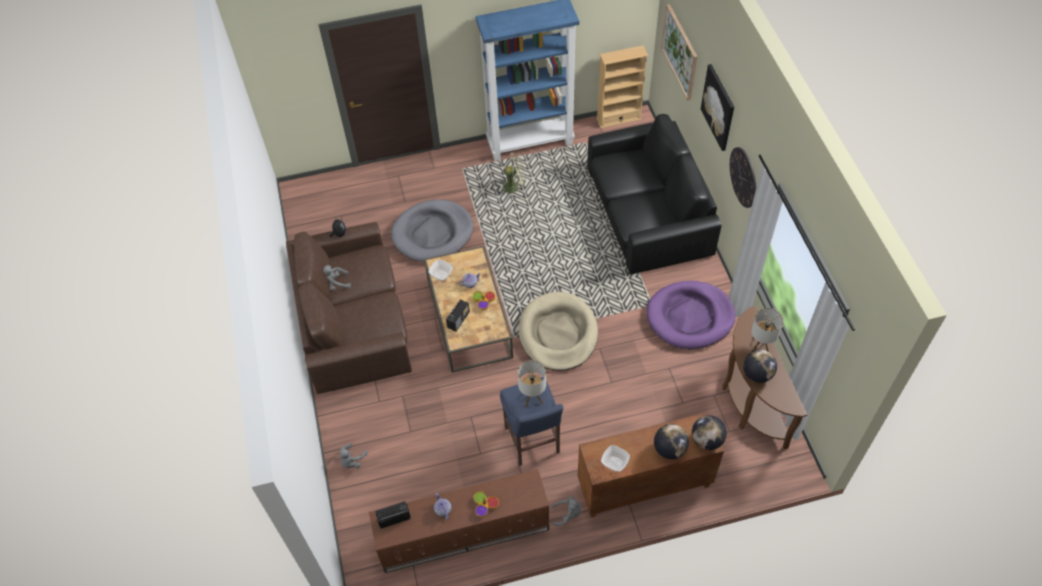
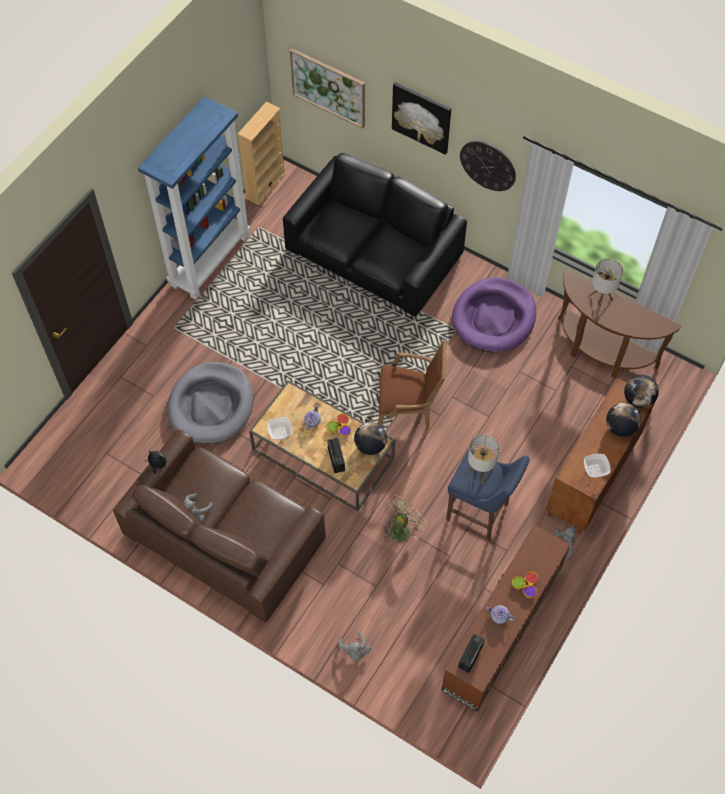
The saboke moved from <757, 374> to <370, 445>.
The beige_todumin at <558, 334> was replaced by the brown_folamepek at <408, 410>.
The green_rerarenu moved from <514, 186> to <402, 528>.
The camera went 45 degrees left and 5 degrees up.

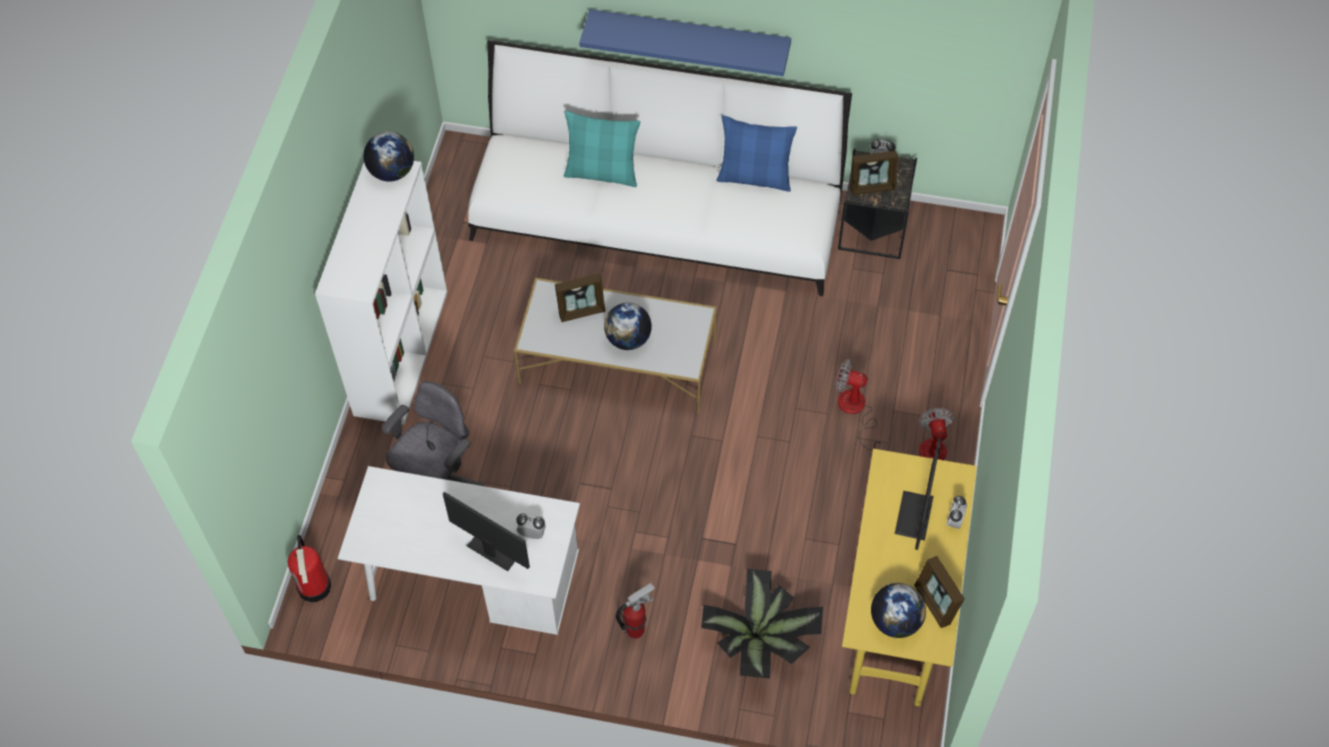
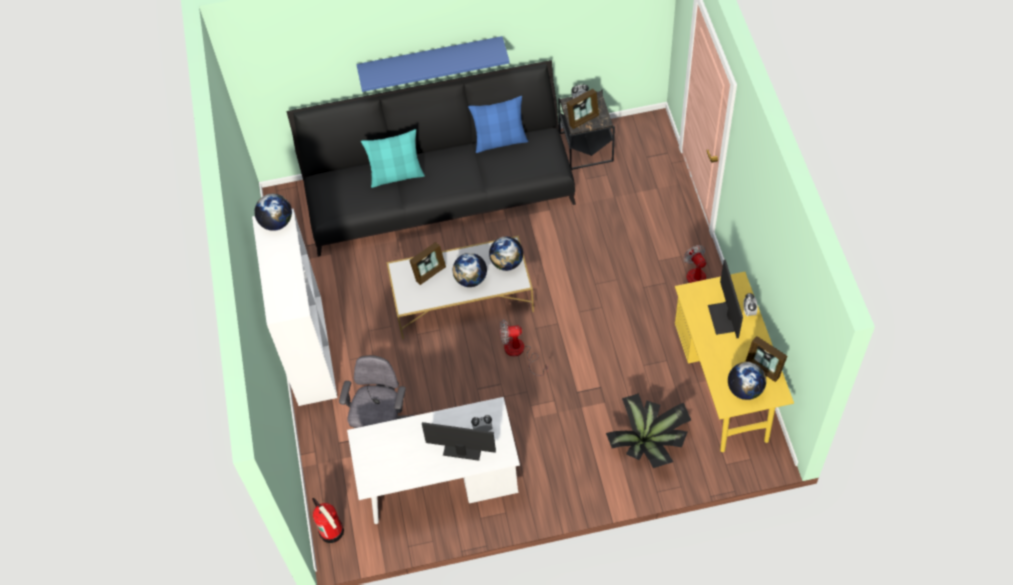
The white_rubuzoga at <657, 218> became the black_rubuzoga at <439, 193>.
The saboke at <507, 262> appeared.
The rerarenu moved from <855, 411> to <519, 352>.
The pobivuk at <636, 630> disappeared.
The camera went 20 degrees left and 0 degrees up.

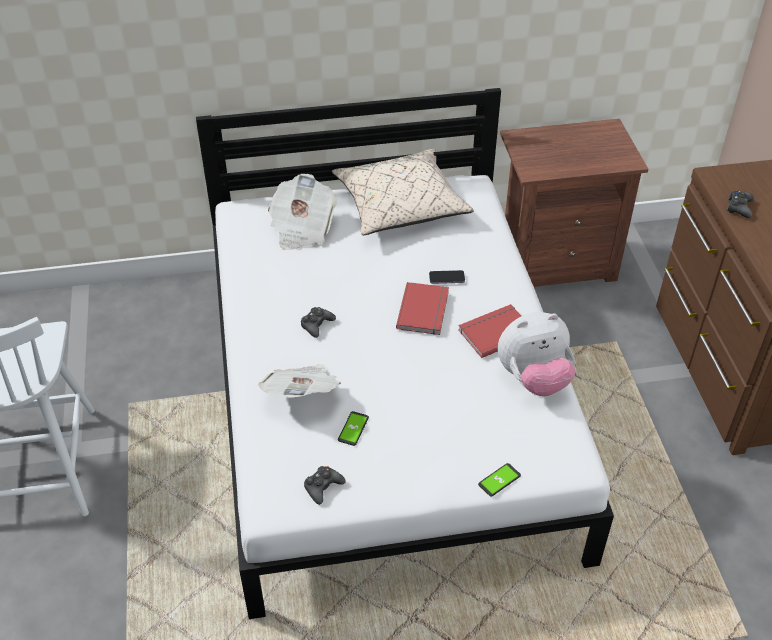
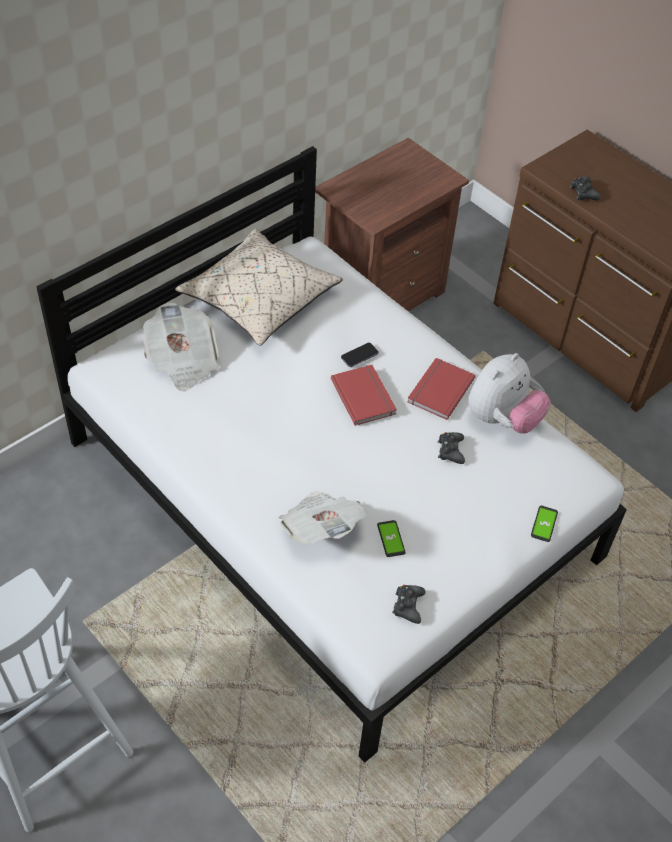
The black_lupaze moved from <317, 325> to <450, 450>.
The camera went 35 degrees left and 5 degrees up.

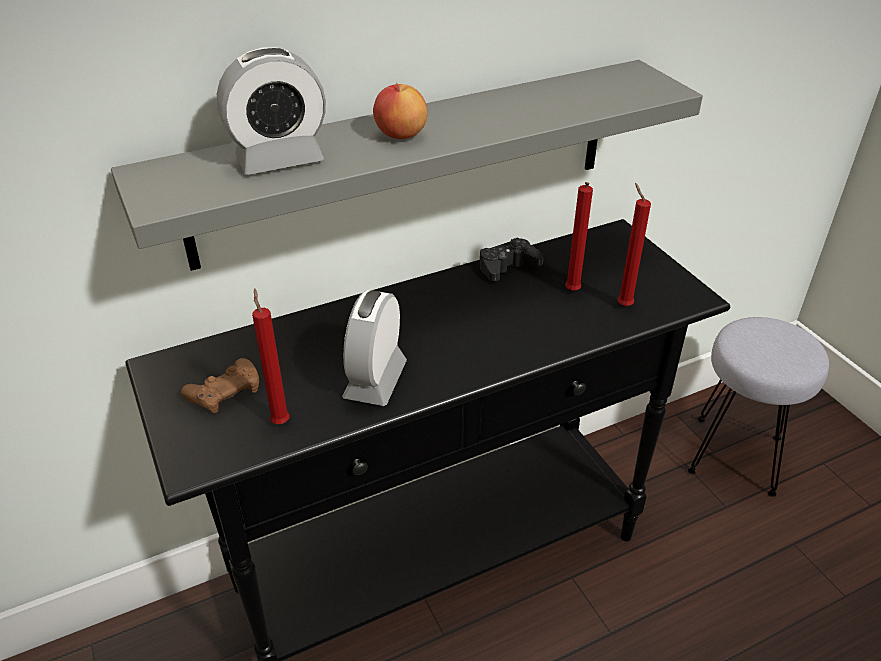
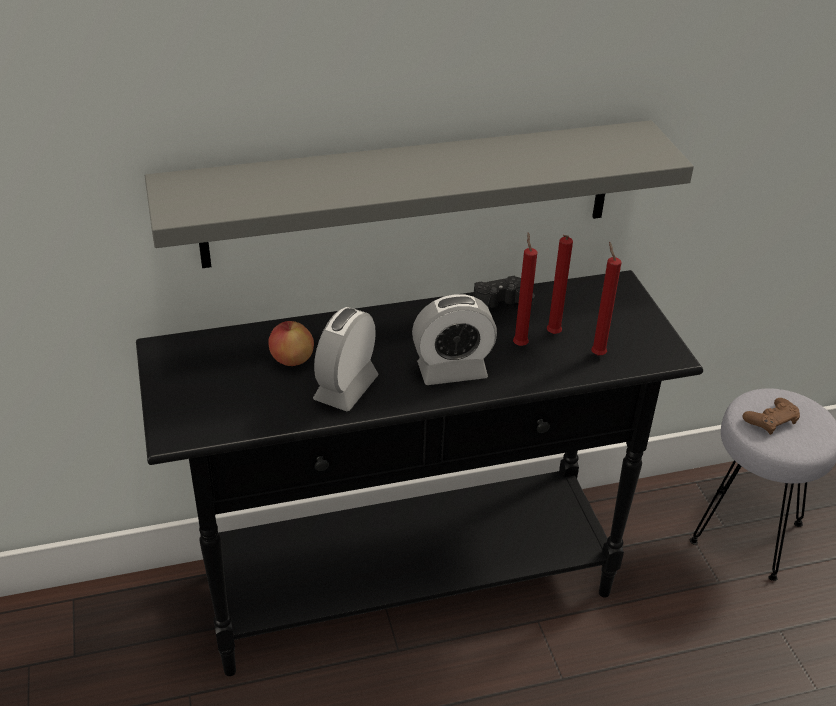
The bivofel moved from <400, 135> to <291, 360>.
The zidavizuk moved from <279, 160> to <452, 371>.
The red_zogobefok moved from <280, 420> to <519, 344>.
The brown_lupaze moved from <225, 392> to <771, 420>.
The camera went 10 degrees right and 0 degrees up.

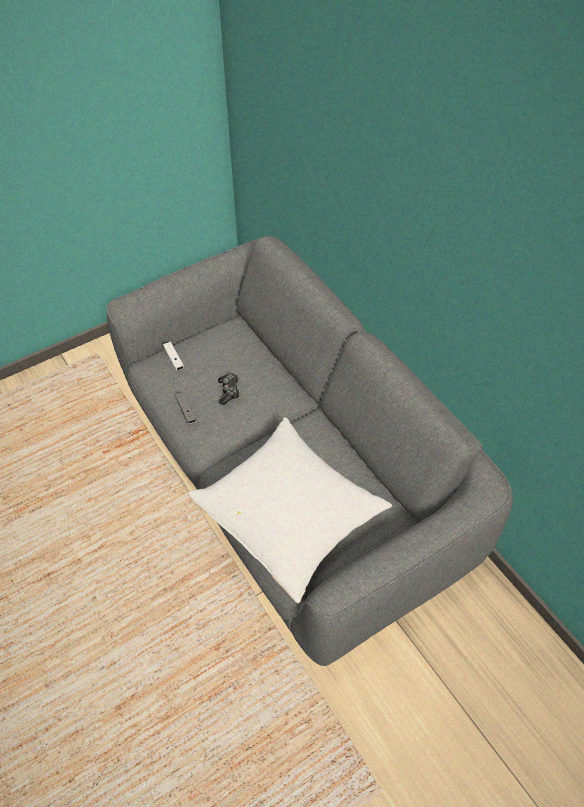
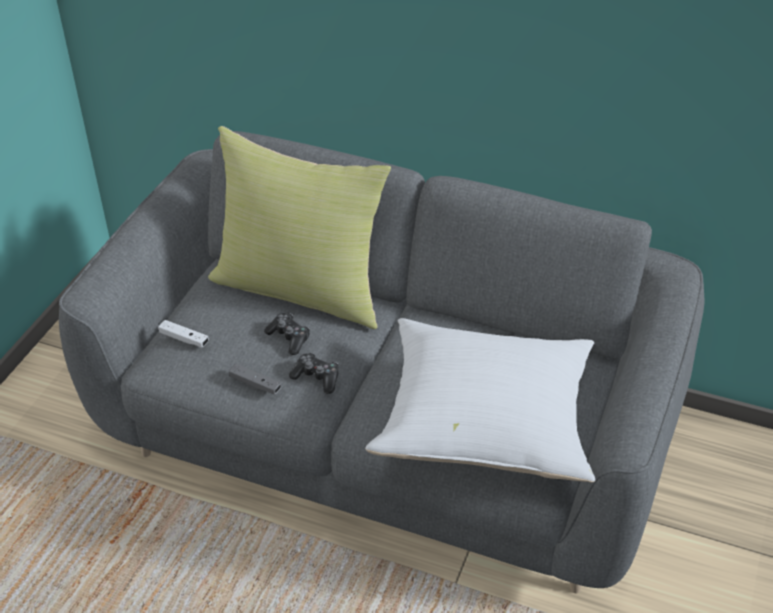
The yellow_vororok at <302, 288> appeared.
The lupaze at <317, 377> appeared.
The camera went 35 degrees left and 10 degrees down.

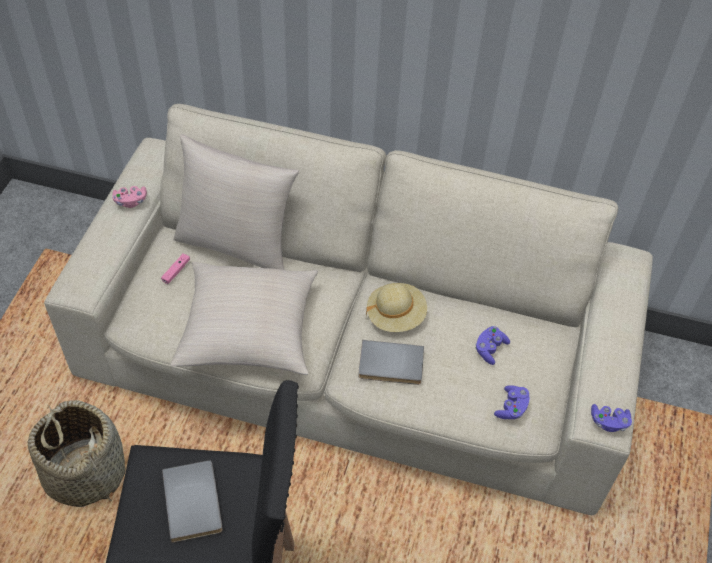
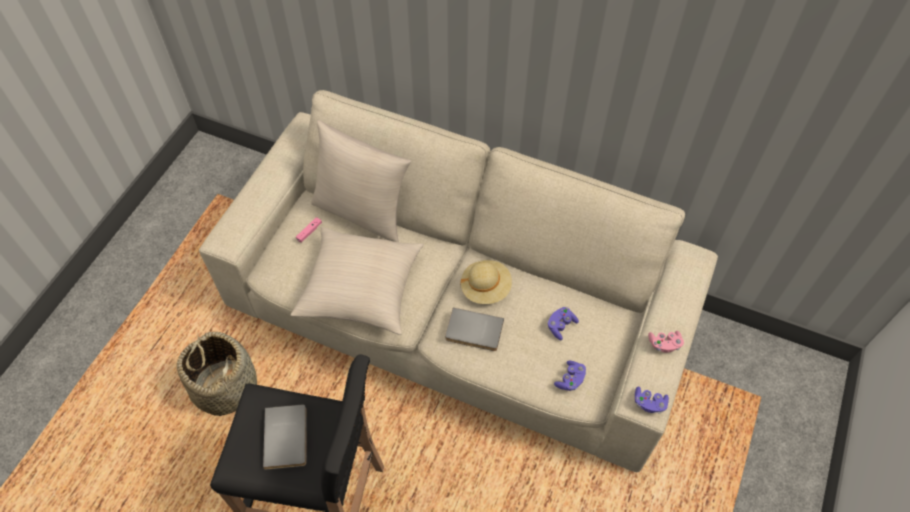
The pink_lupaze moved from <130, 201> to <664, 344>.
The camera went 10 degrees right and 5 degrees up.

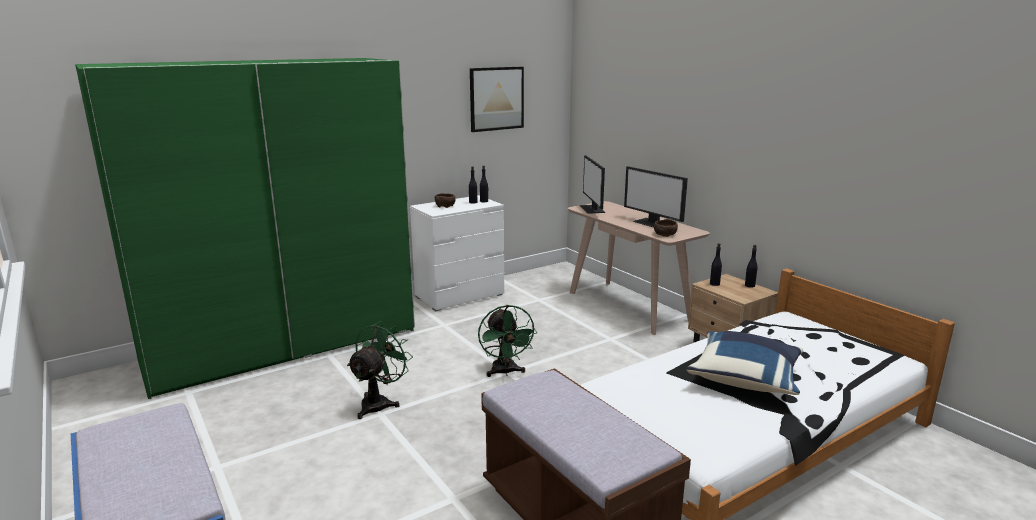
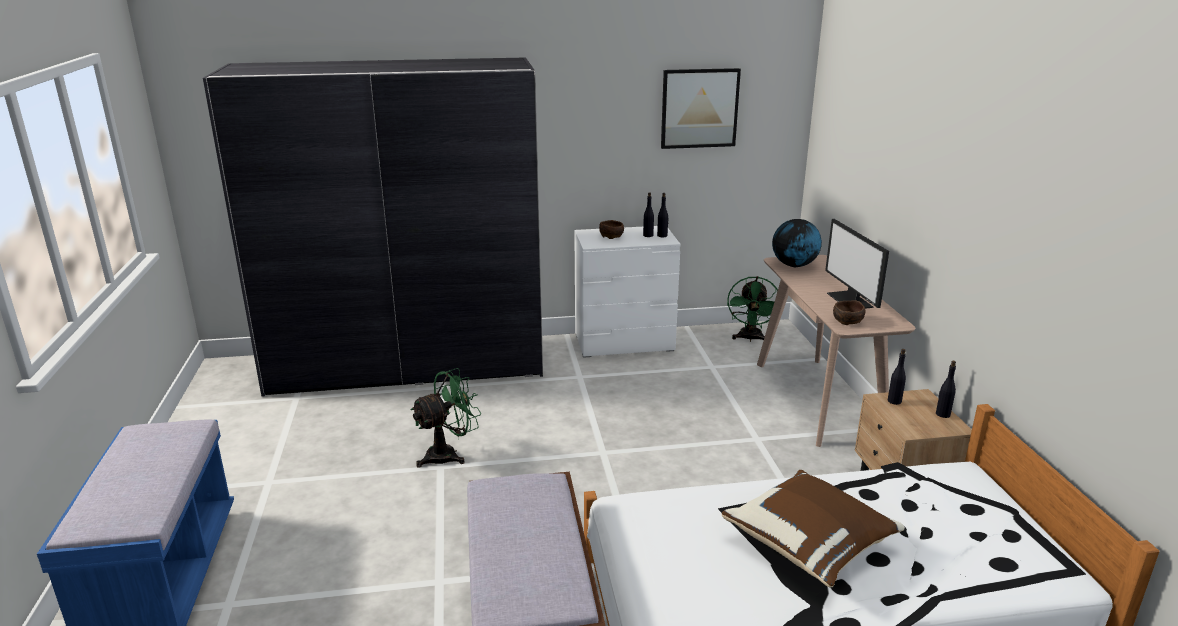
The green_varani at <283, 345> became the grey_varani at <408, 365>.
The blue_vororok at <745, 379> became the brown_vororok at <810, 544>.
The green_rerarenu moved from <505, 372> to <750, 339>.
The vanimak at <593, 209> was replaced by the saboke at <794, 265>.
The camera went 25 degrees right and 5 degrees up.

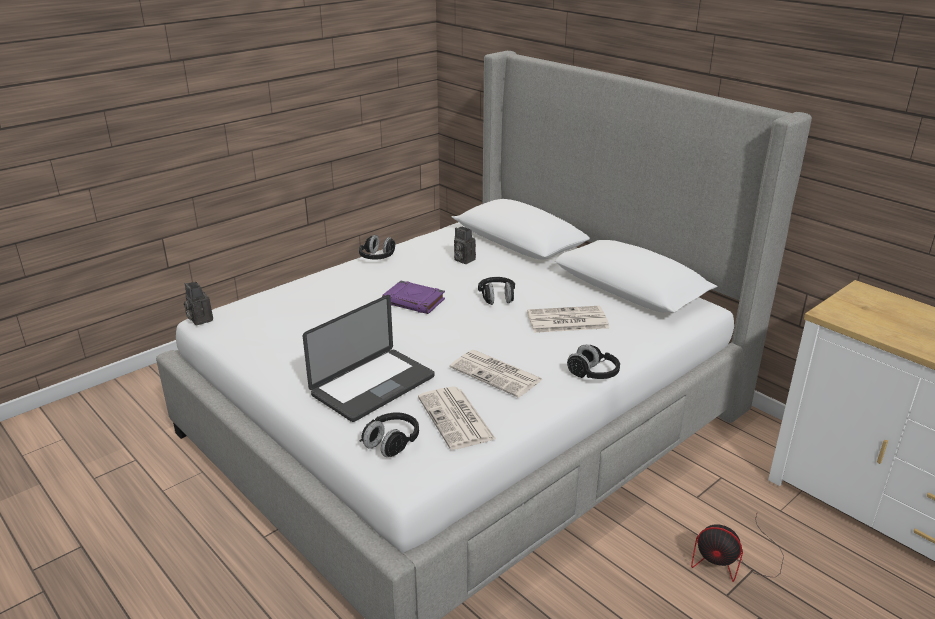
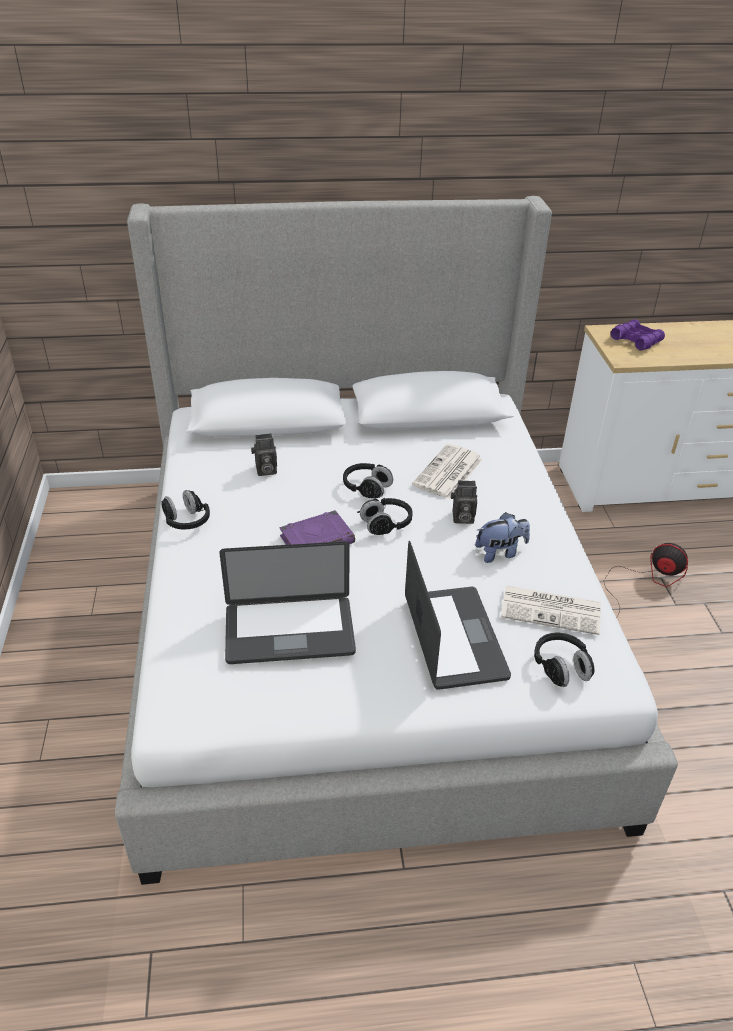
The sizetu at <289, 631> appeared.
The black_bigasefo moved from <593, 374> to <386, 524>.
The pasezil moved from <199, 319> to <461, 518>.
The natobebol at <497, 374> was replaced by the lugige at <500, 552>.
The rerarenu at <733, 561> turned 120 degrees counterclockwise.
The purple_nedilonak at <636, 340> appeared.
The camera went 55 degrees left and 10 degrees up.

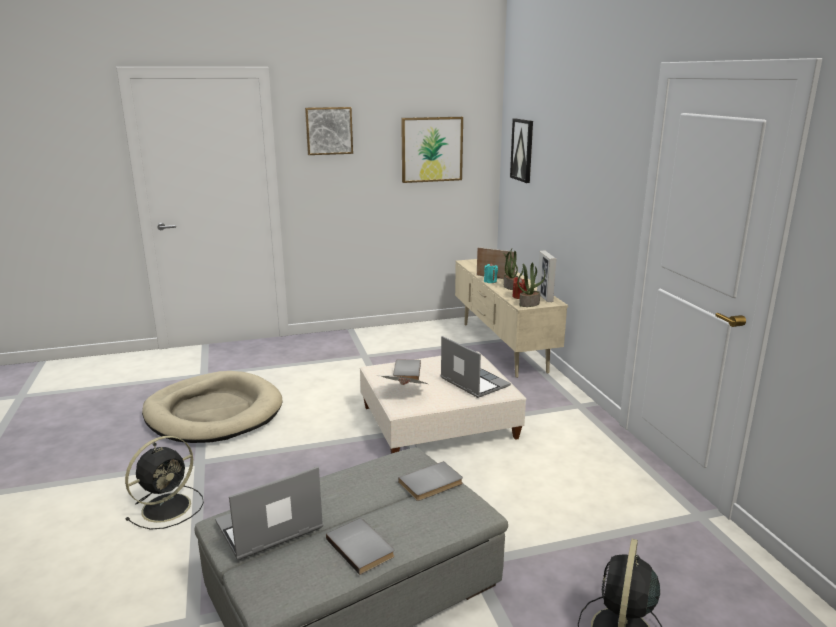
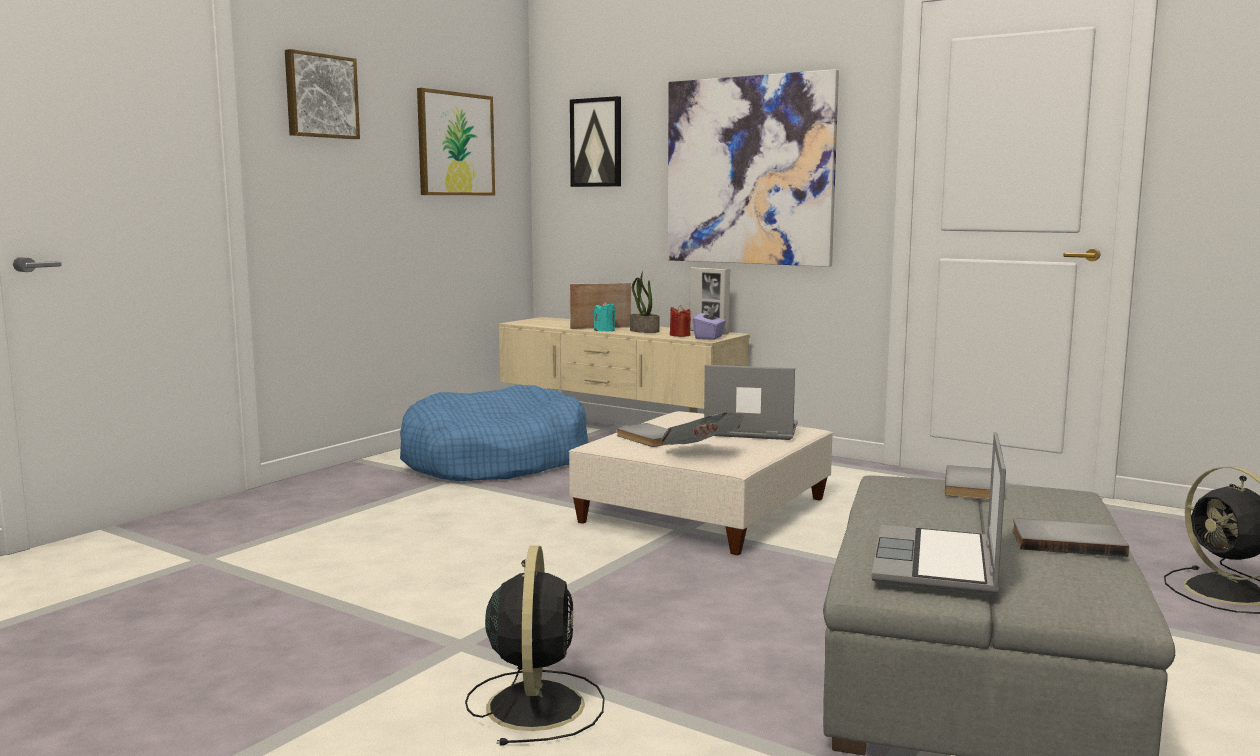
The blue_todumin at <494, 461> appeared.
The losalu at <749, 171> appeared.
The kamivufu at <529, 304> was replaced by the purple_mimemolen at <709, 337>.
The beige_todumin at <213, 413> disappeared.
The camera went 40 degrees left and 10 degrees down.

